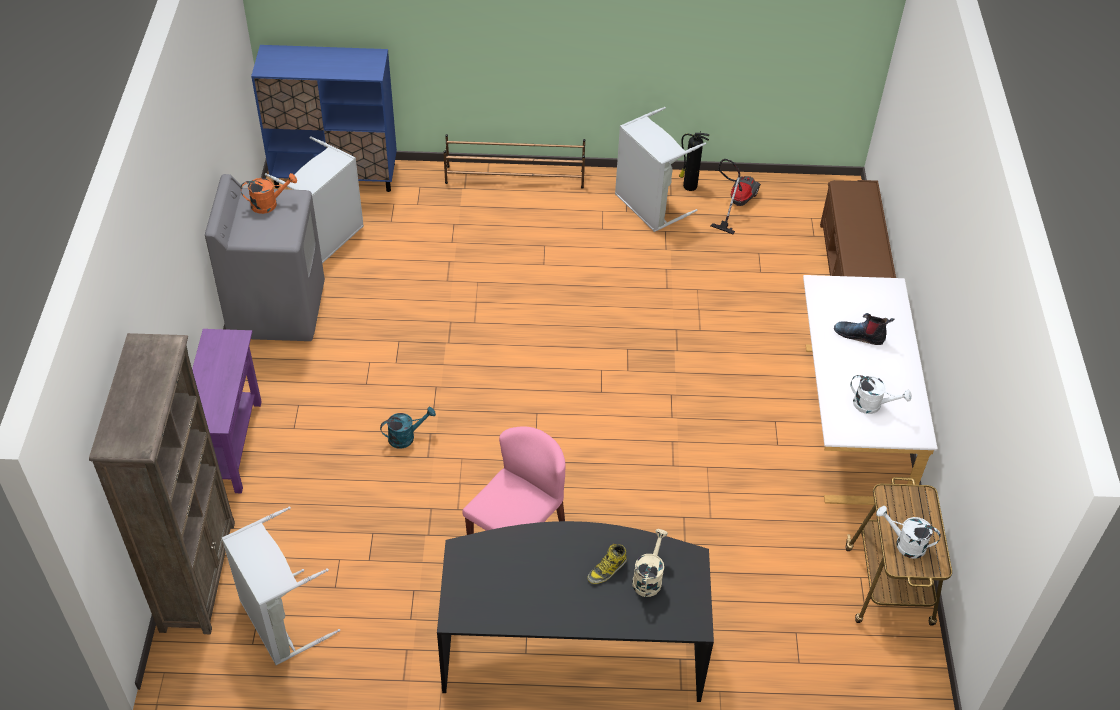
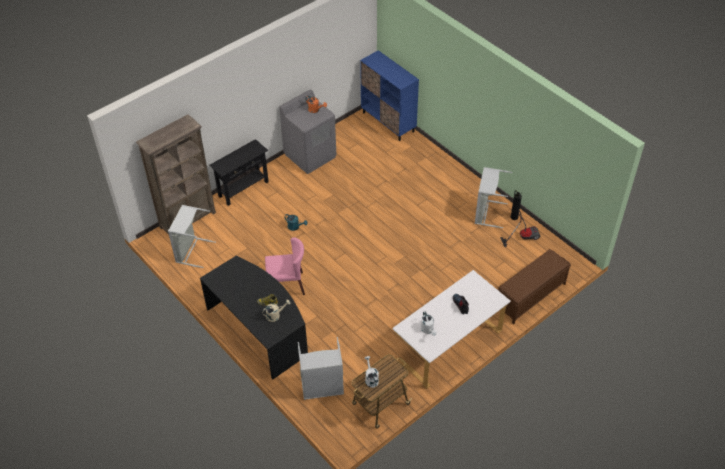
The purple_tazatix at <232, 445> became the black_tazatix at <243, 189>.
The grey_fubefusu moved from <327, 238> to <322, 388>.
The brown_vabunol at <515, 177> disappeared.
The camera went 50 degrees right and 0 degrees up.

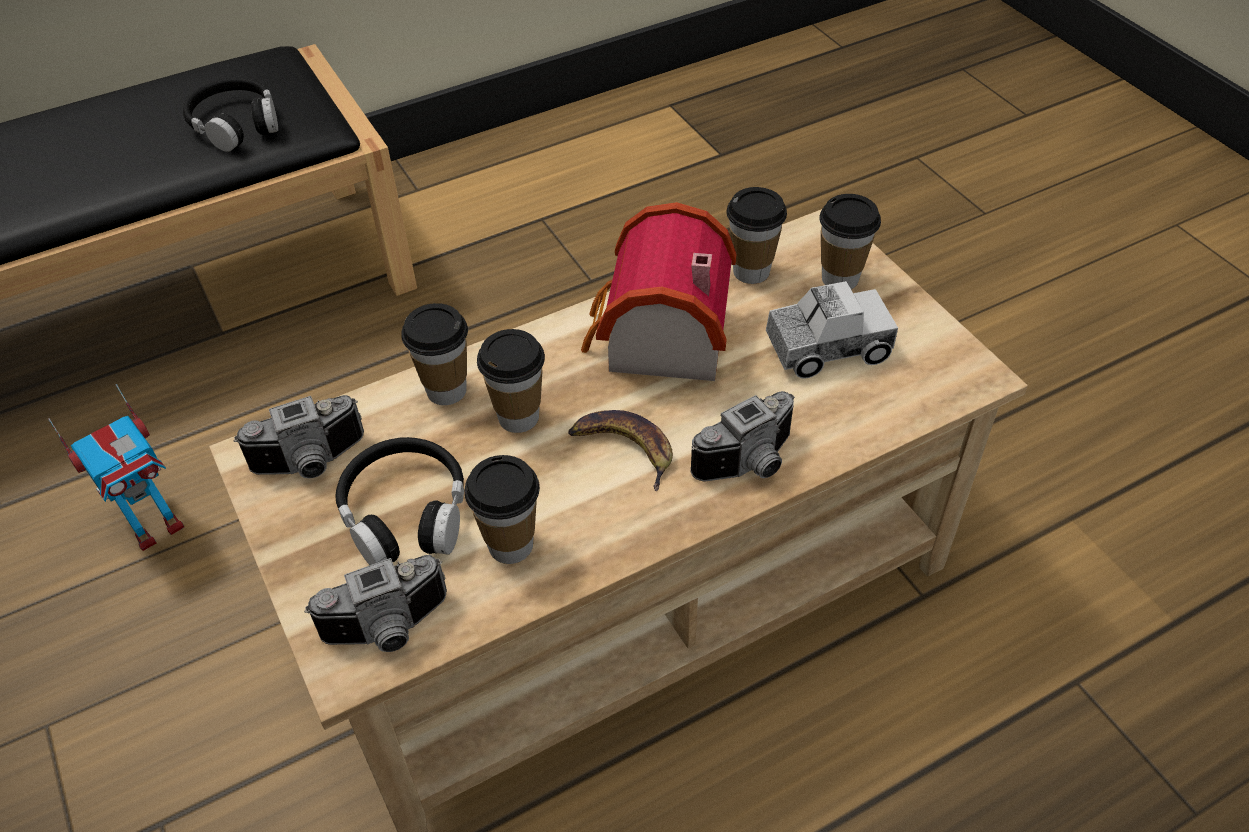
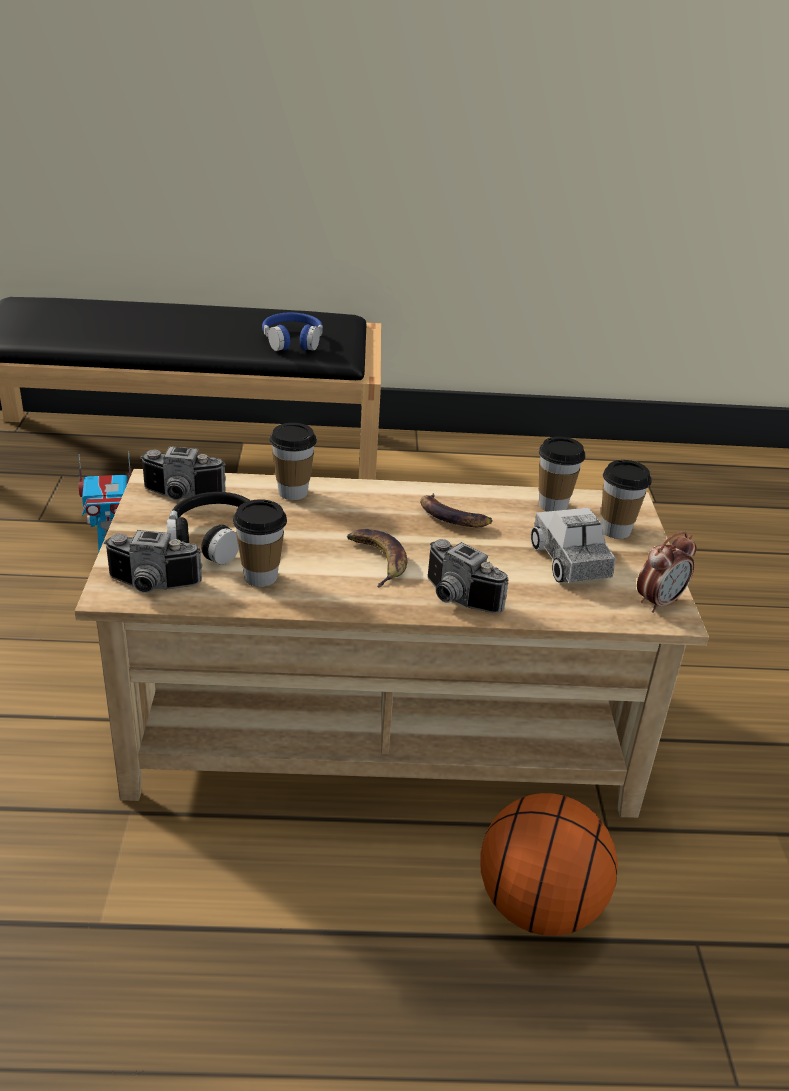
The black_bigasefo at <236, 124> became the blue_bigasefo at <293, 340>.
The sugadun at <657, 340> was replaced by the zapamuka at <452, 517>.
The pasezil at <751, 465> turned 45 degrees clockwise.
The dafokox at <538, 906> appeared.
The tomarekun at <827, 348> turned 120 degrees counterclockwise.
The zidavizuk at <659, 602> appeared.
The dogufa at <518, 417> disappeared.
The camera went 25 degrees right and 15 degrees down.

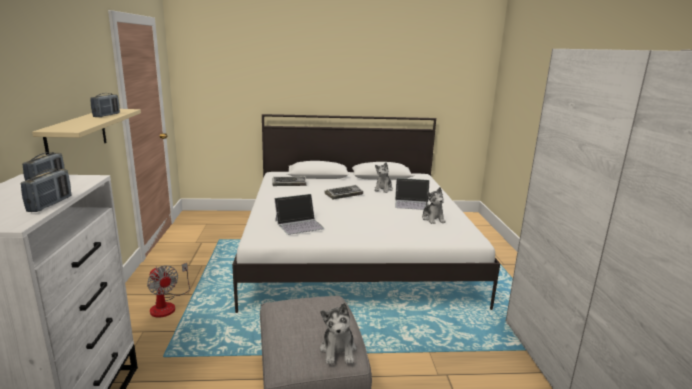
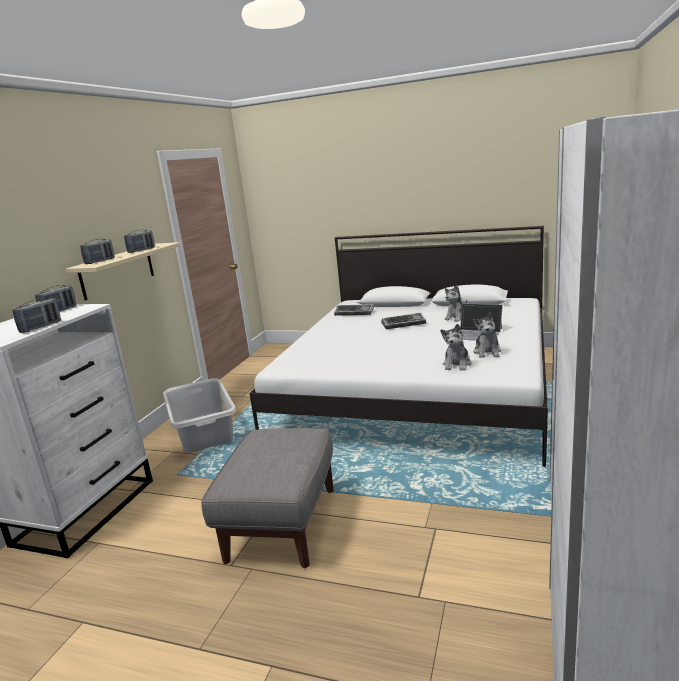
The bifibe at <100, 261> appeared.
The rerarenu at <167, 305> was replaced by the grey_fubefusu at <204, 431>.
The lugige moved from <338, 350> to <457, 364>.
The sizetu at <299, 224> disappeared.
The camera went 25 degrees right and 0 degrees up.

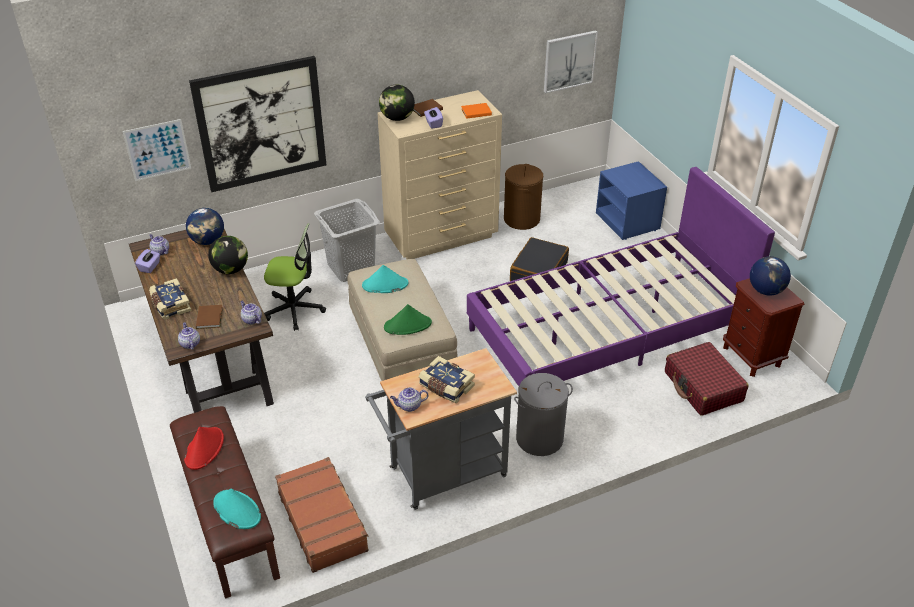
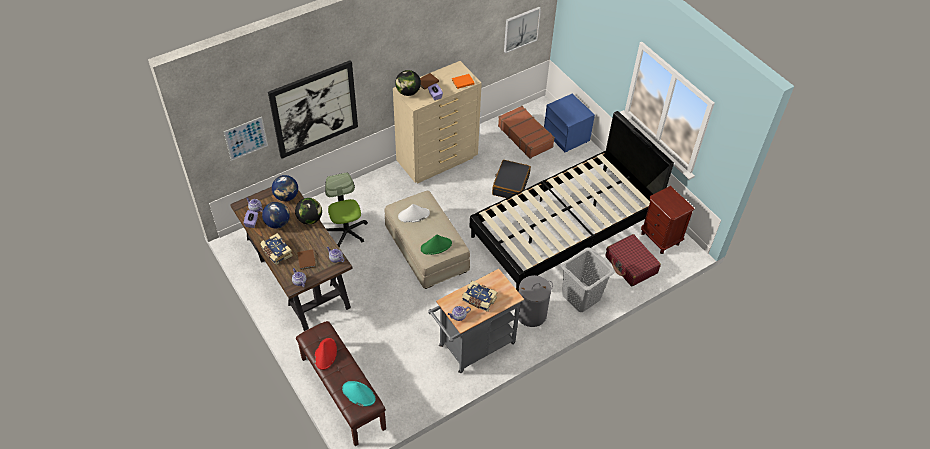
The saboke moved from <765, 290> to <277, 223>.
The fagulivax at <294, 309> turned 105 degrees counterclockwise.
The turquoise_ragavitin at <385, 285> became the white_ragavitin at <413, 215>.
The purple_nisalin at <607, 330> became the black_nisalin at <564, 227>.
The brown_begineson moved from <323, 521> to <525, 136>.
The grey_fubefusu moved from <350, 267> to <581, 297>.
The brown_fubefusu at <521, 219> disappeared.
The camera went 10 degrees left and 10 degrees up.

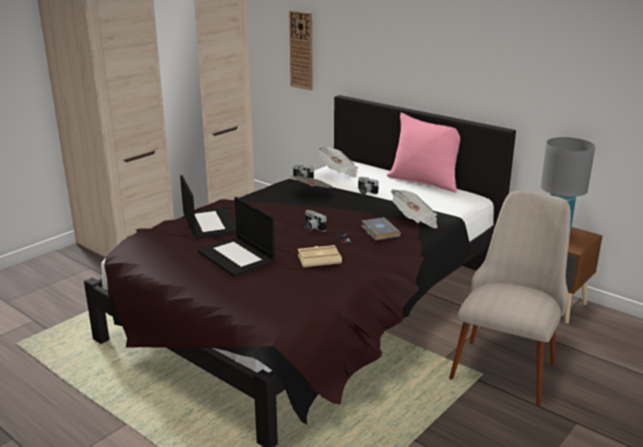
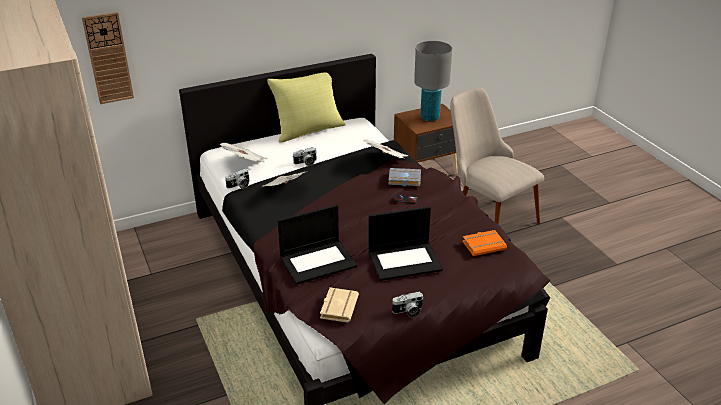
The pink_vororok at <425, 181> became the yellow_vororok at <308, 130>.
The sizetu at <209, 223> turned 150 degrees clockwise.
The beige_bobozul moved from <319, 259> to <338, 307>.
The pasezil moved from <312, 228> to <408, 312>.
The orange_bobozul at <484, 245> appeared.
The camera went 65 degrees left and 10 degrees up.

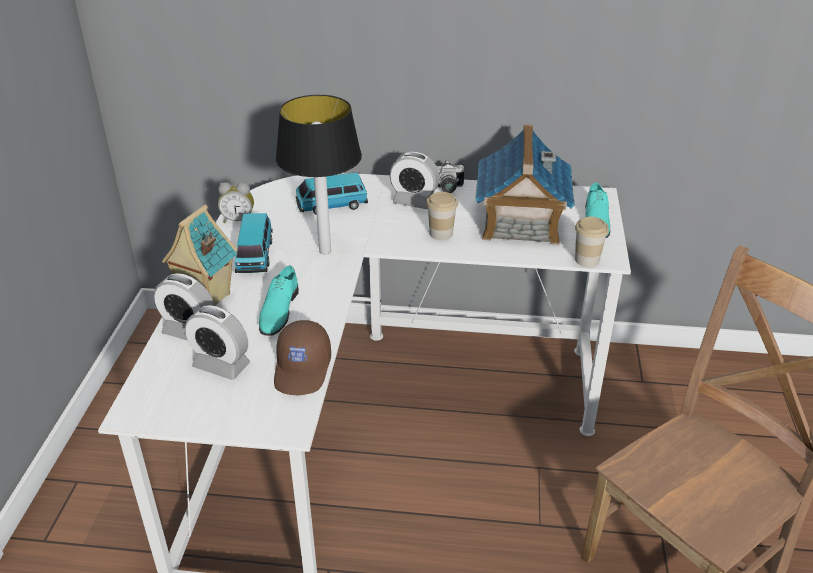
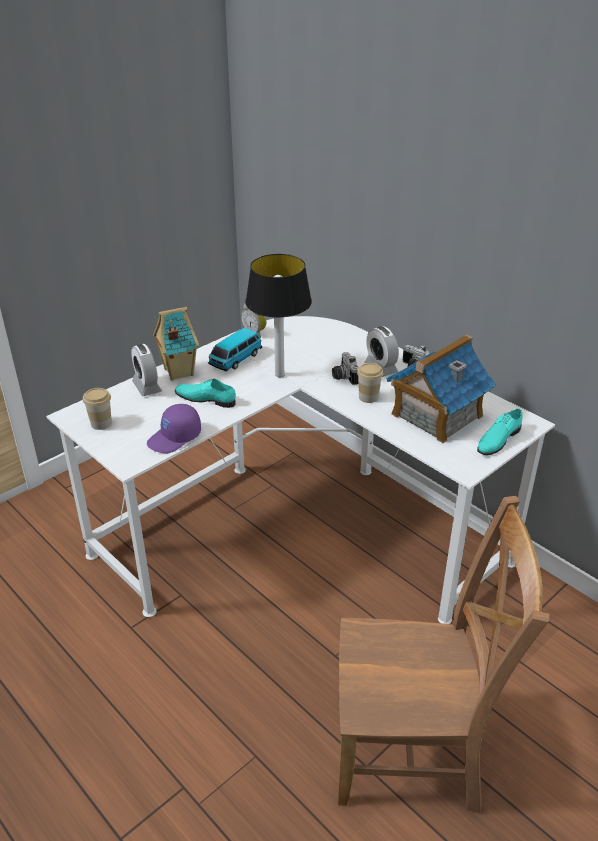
The dogufa moved from <587, 260> to <101, 423>.
The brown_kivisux at <303, 369> became the purple_kivisux at <175, 438>.
The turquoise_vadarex at <278, 310> turned 60 degrees clockwise.
The pasezil at <343, 377> appeared.
The zidavizuk at <221, 365> disappeared.
The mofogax at <331, 205> disappeared.
The camera went 40 degrees right and 0 degrees up.

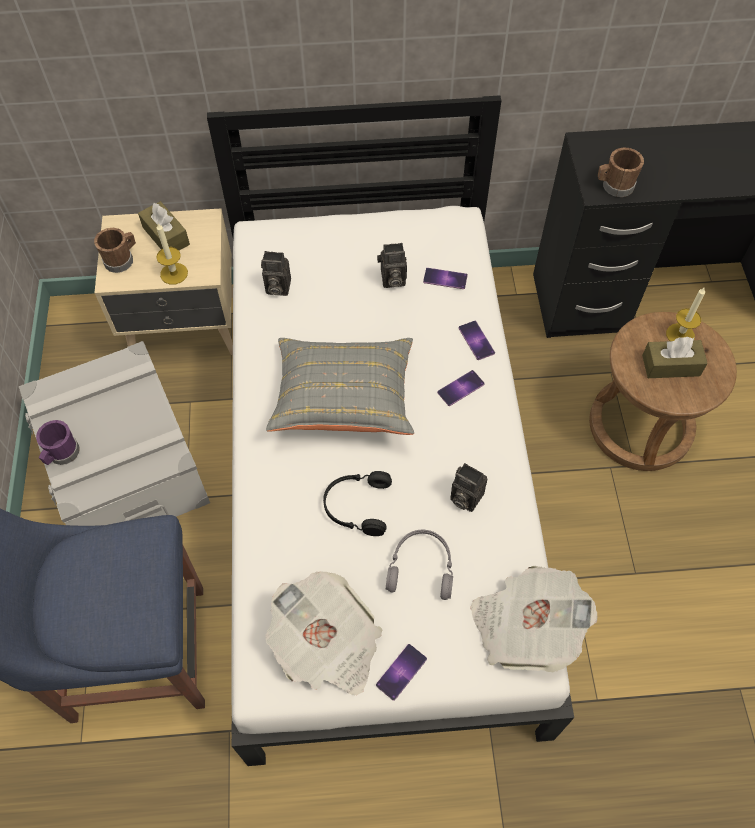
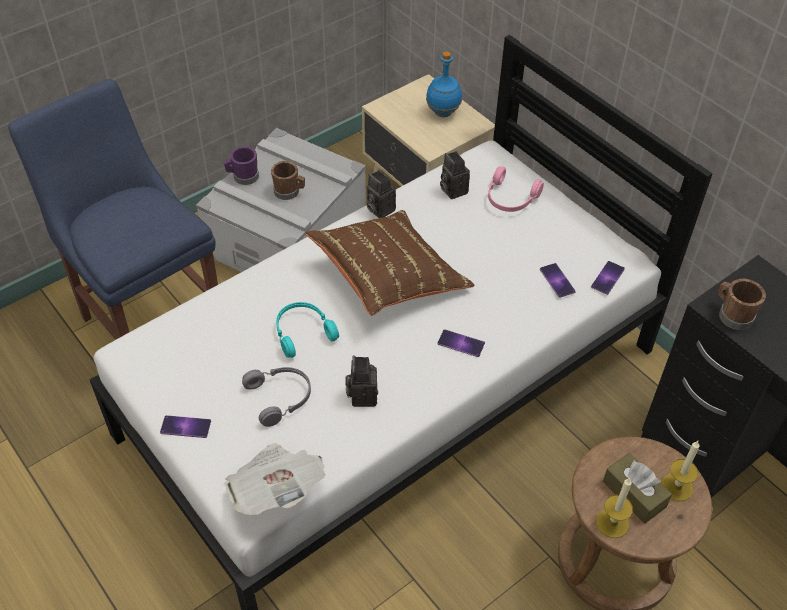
The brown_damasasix moved from <122, 260> to <289, 192>.
The black_bigasefo at <356, 506> became the turquoise_bigasefo at <302, 332>.
The grey_vororok at <344, 399> became the brown_vororok at <388, 278>.
The pasezil moved from <391, 280> to <379, 209>.
The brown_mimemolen at <166, 236> was replaced by the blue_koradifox at <442, 112>.
The pink_bigasefo at <510, 199> appeared.
The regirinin moved from <476, 340> to <607, 278>.
The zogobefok moved from <174, 273> to <612, 523>.
The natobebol at <328, 645> disappeared.
The camera went 55 degrees right and 10 degrees down.

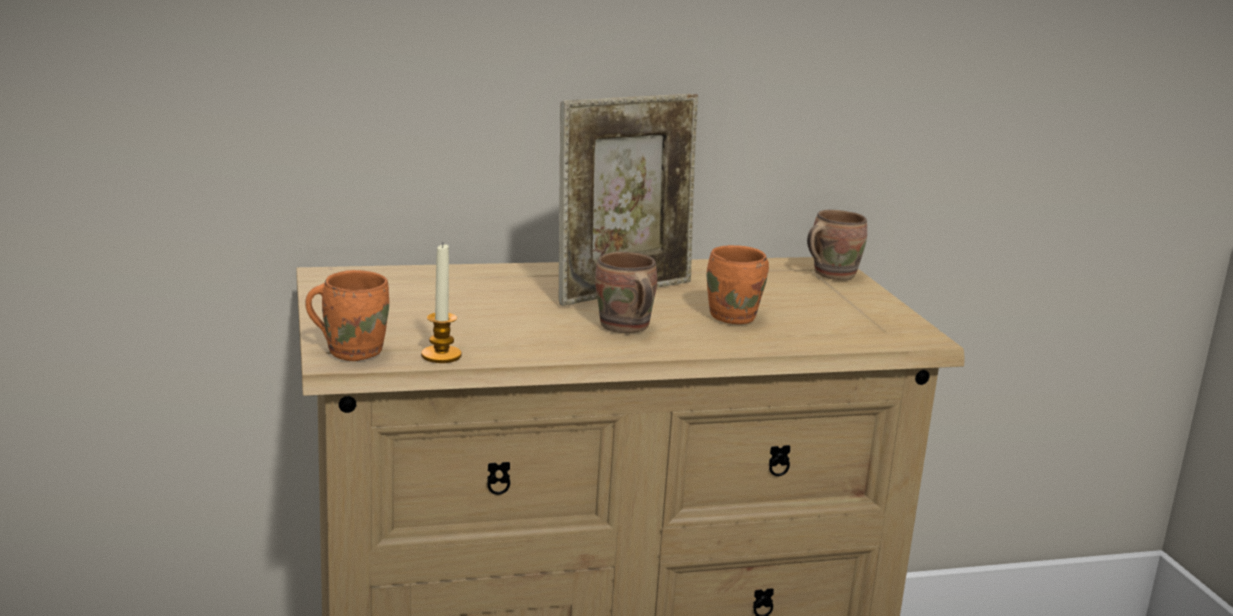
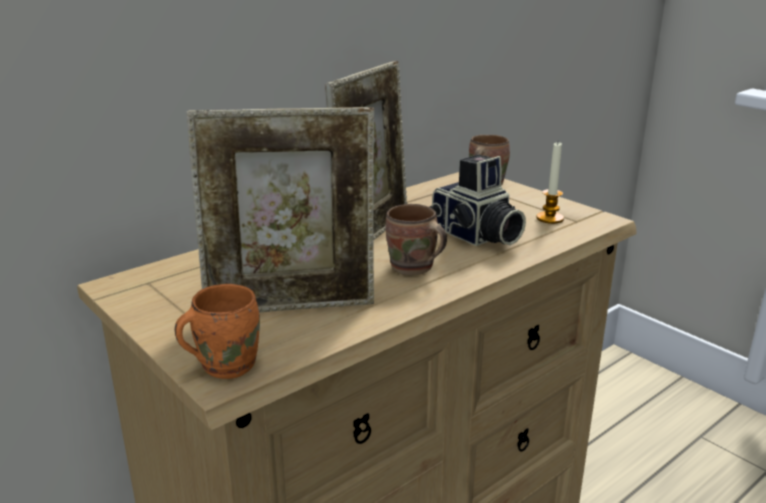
The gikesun at <292, 306> appeared.
The orange_damasasix at <737, 317> was replaced by the pasezil at <475, 236>.
The zogobefok moved from <441, 355> to <550, 218>.
The camera went 25 degrees left and 5 degrees up.

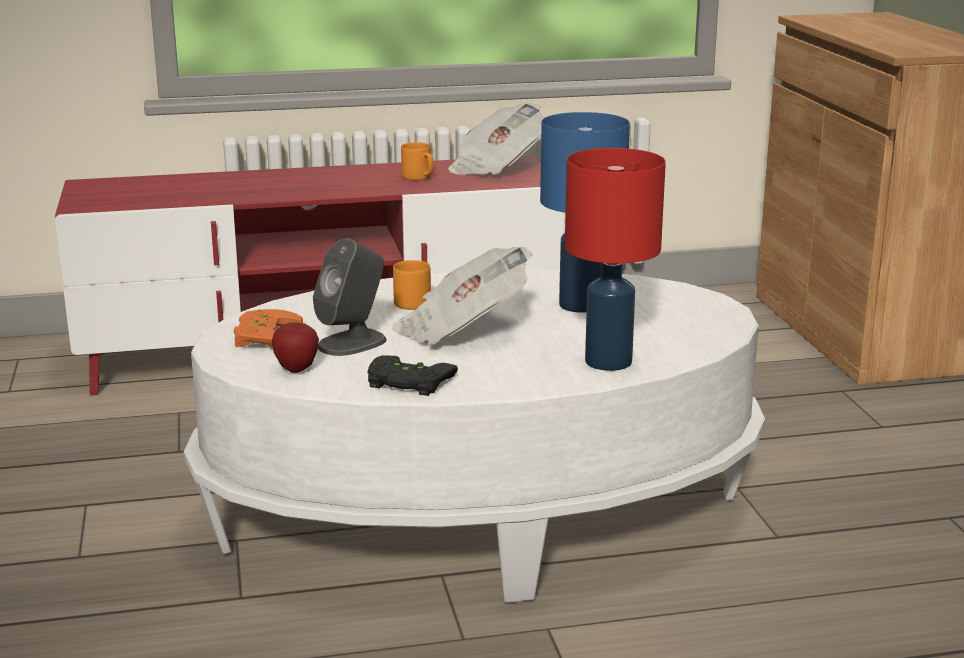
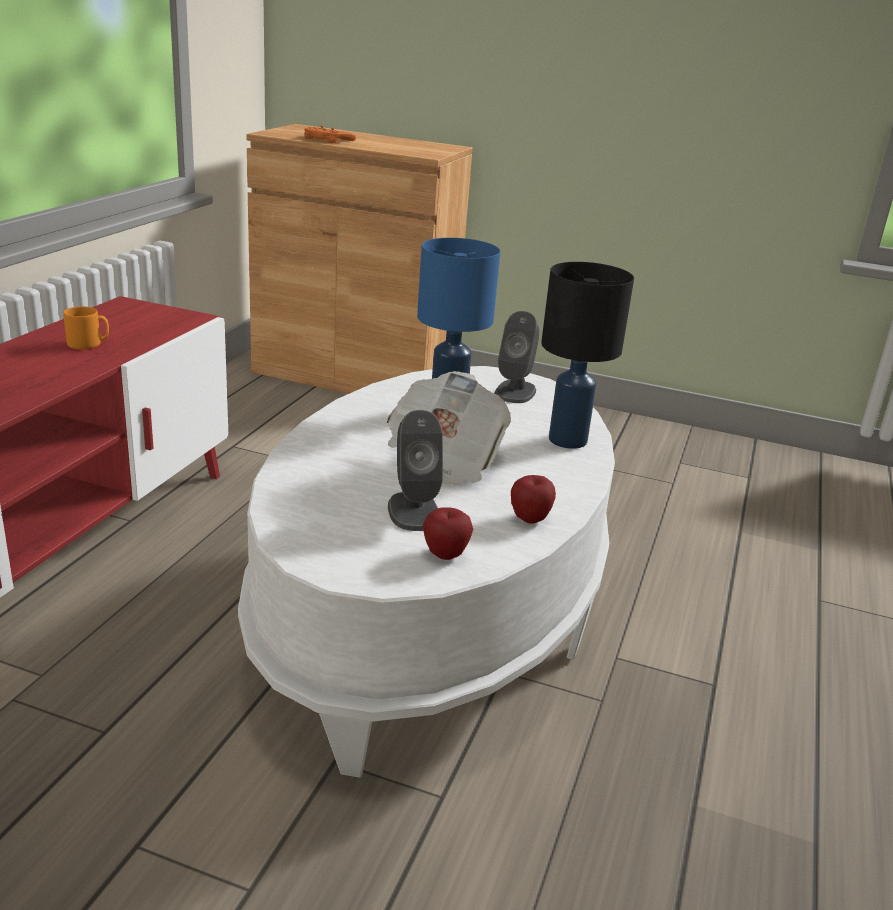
The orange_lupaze moved from <262, 336> to <326, 139>.
The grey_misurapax at <515, 392> appeared.
The black_lupaze at <407, 382> was replaced by the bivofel at <529, 519>.
The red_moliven at <610, 361> became the black_moliven at <568, 440>.
The orange_damasasix at <412, 302> disappeared.
The natobebol at <496, 167> disappeared.
The camera went 60 degrees left and 5 degrees up.

